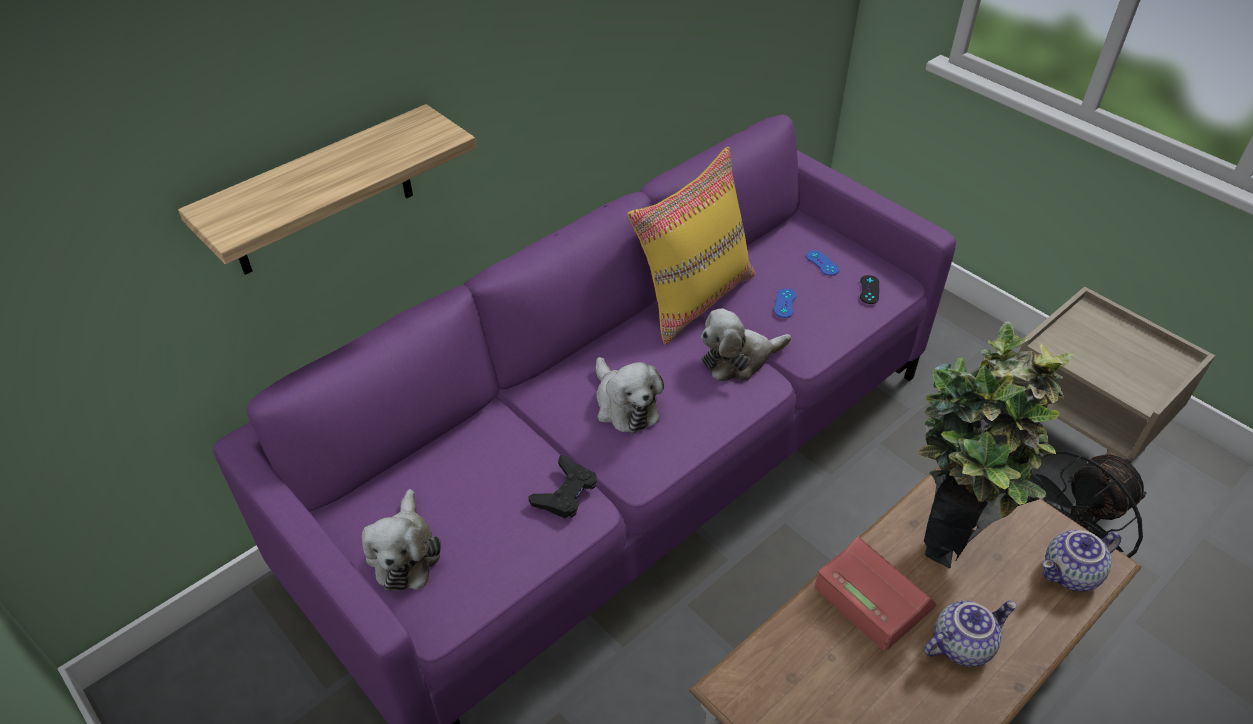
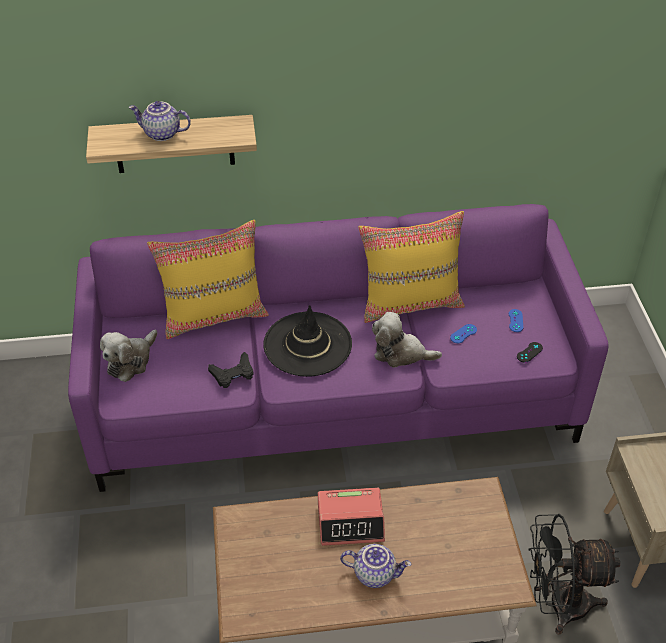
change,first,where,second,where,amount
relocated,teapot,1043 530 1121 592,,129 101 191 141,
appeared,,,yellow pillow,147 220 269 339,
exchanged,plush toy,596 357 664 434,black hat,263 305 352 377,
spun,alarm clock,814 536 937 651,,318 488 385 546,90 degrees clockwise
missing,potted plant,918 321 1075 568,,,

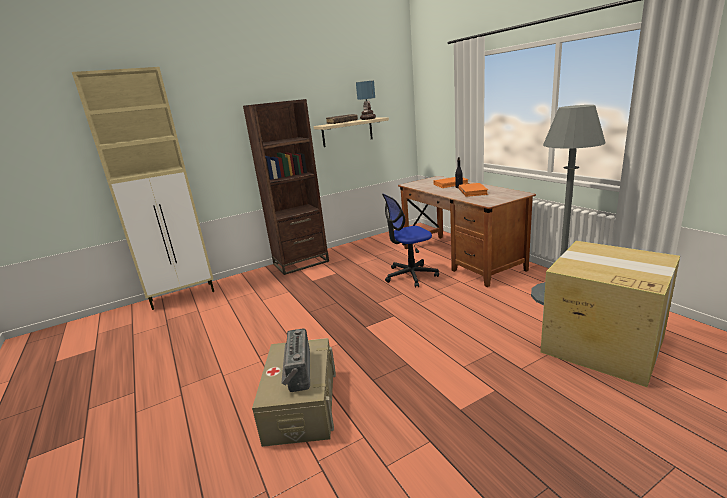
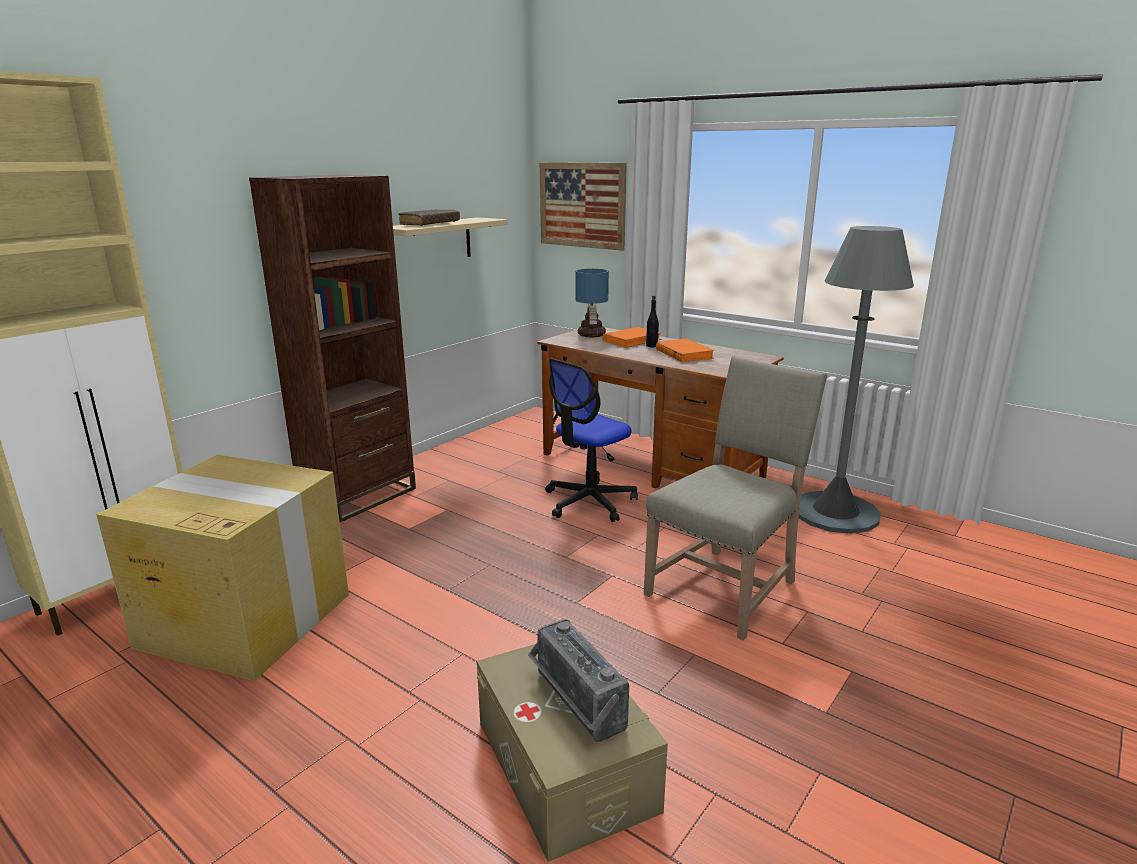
change,first,where,second,where,amount
relocated,cardboard box,541 241 680 387,,96 454 349 681,
appeared,,,picture,540 162 627 251,
relocated,table lamp,356 81 376 120,,576 268 609 337,
appeared,,,beige chair,644 356 827 640,

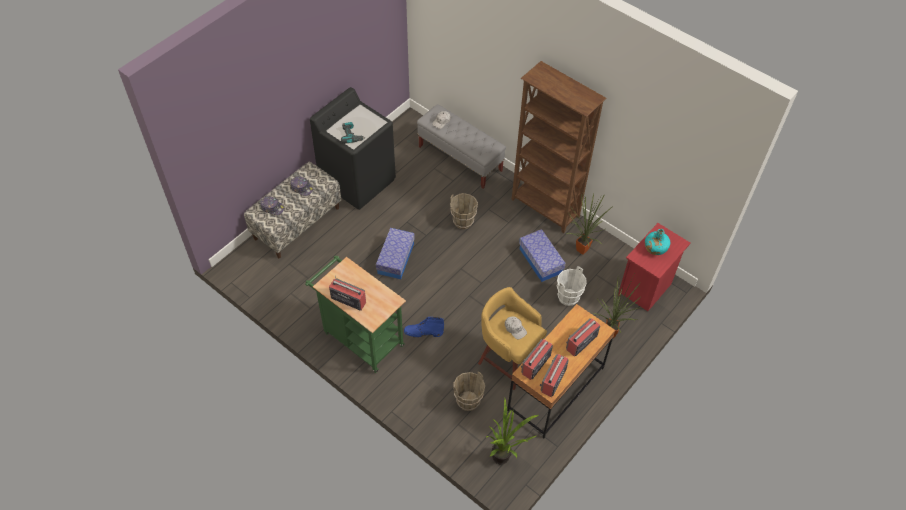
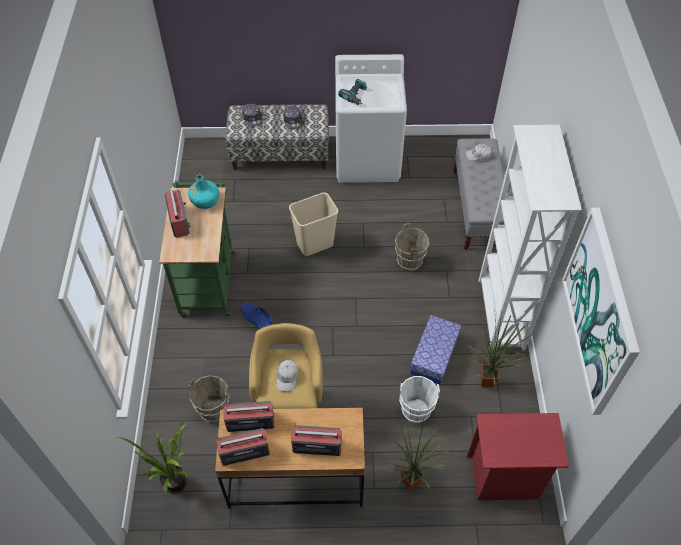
change,first,where,second,where,amount
relocated,turquoise bottle,645 229 670 255,,188 174 219 209,
exchanged,storage box,376 228 415 279,beige trash can,289 192 338 256,
colour,black washing machine,310 87 396 210,white washing machine,335 54 407 183,
colour,brown bookcase,512 61 606 233,white bookcase,479 125 582 351,
appeared,,,picture,562 208 640 415,

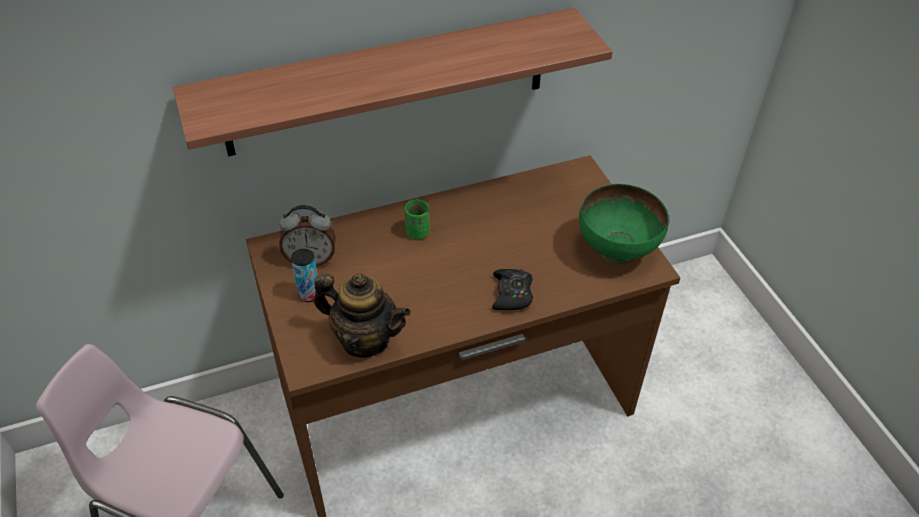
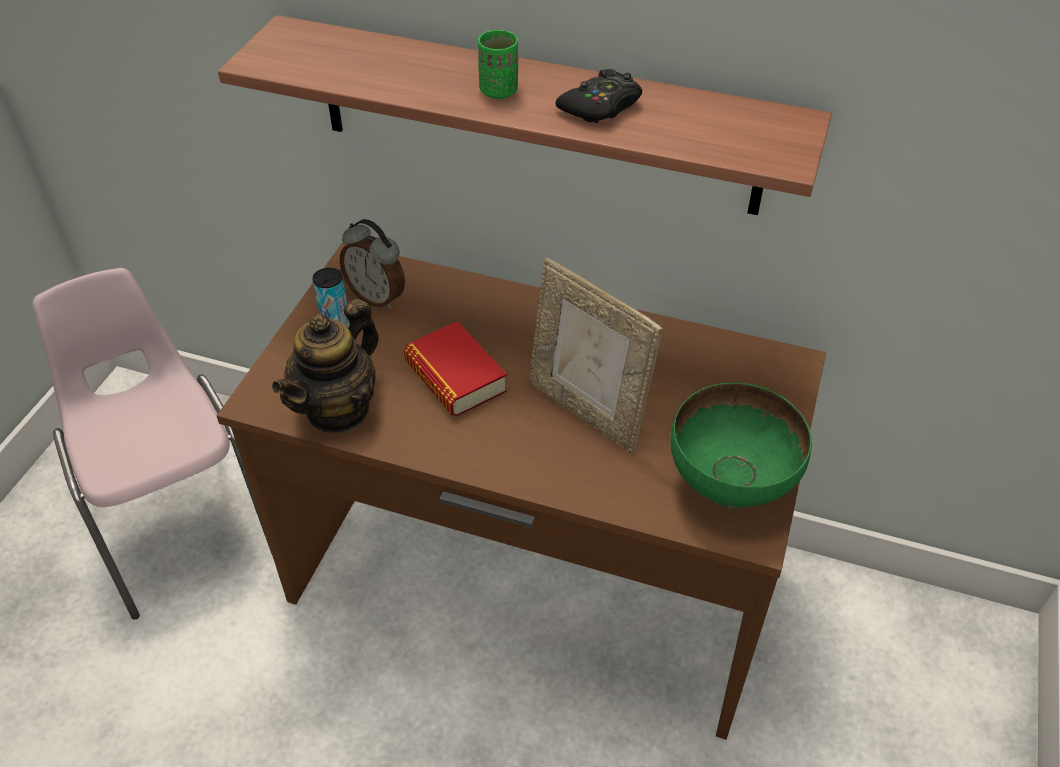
change,first,where,second,where,amount
spun,teapot,314 273 411 358,,272 299 379 434,60 degrees clockwise
appeared,,,book,404 321 507 416,
relocated,green cup,405 200 429 239,,478 30 518 99,
appeared,,,picture frame,529 257 663 453,
relocated,black game controller,492 269 533 310,,556 69 642 123,

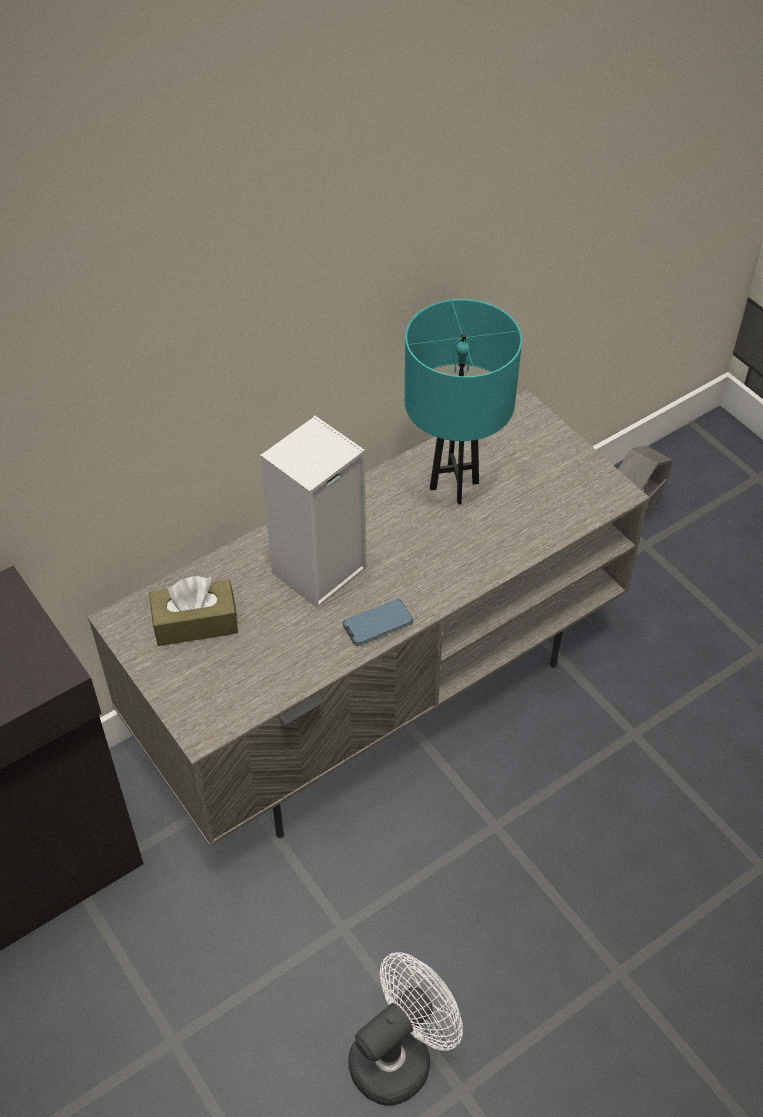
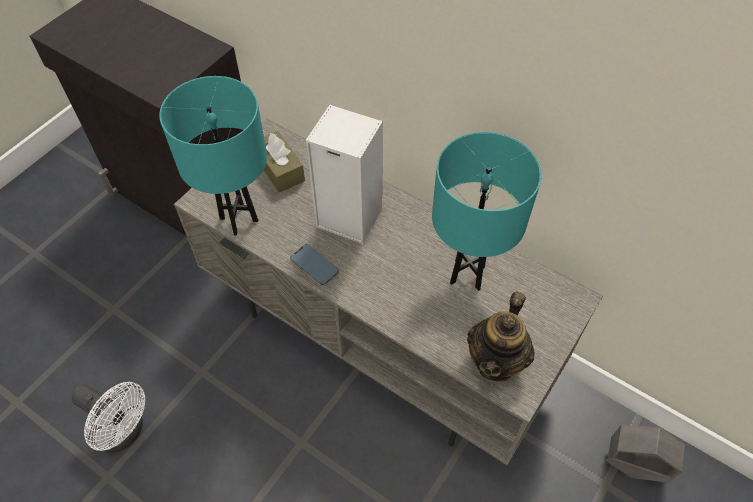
change,first,where,second,where,amount
appeared,,,turquoise table lamp,159 76 267 235,
appeared,,,teapot,467 291 535 381,

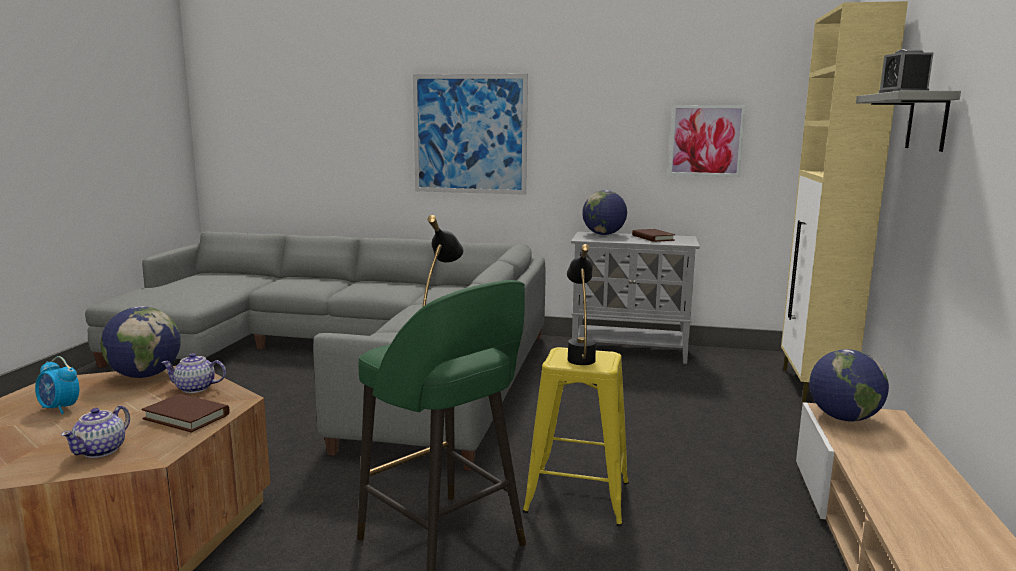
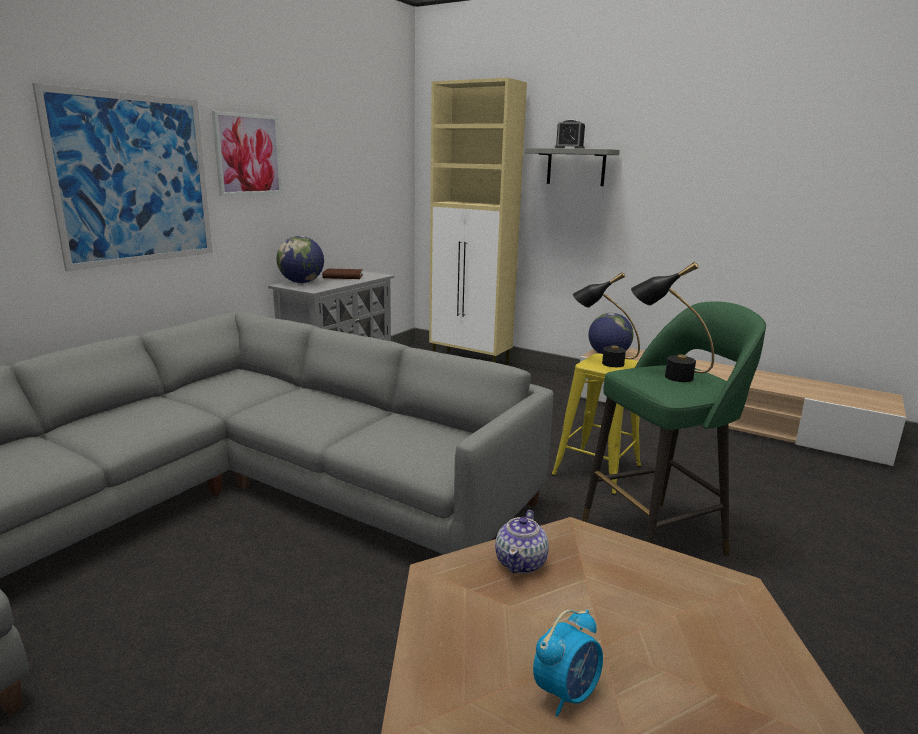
change,first,where,second,where,amount
relocated,picture,669 105 746 177,,212 111 282 196,
missing,teapot,61 405 130 458,,,
missing,globe,101 306 181 378,,,
missing,brown book,141 394 230 433,,,

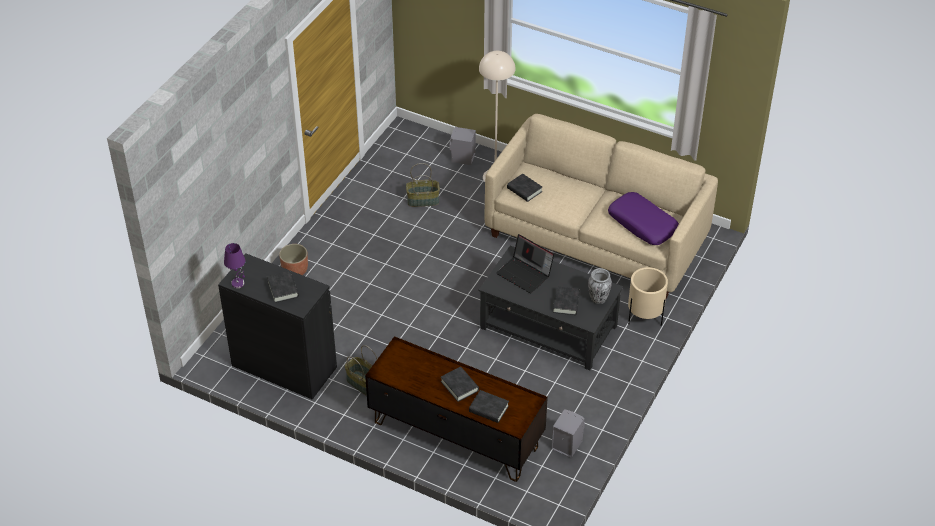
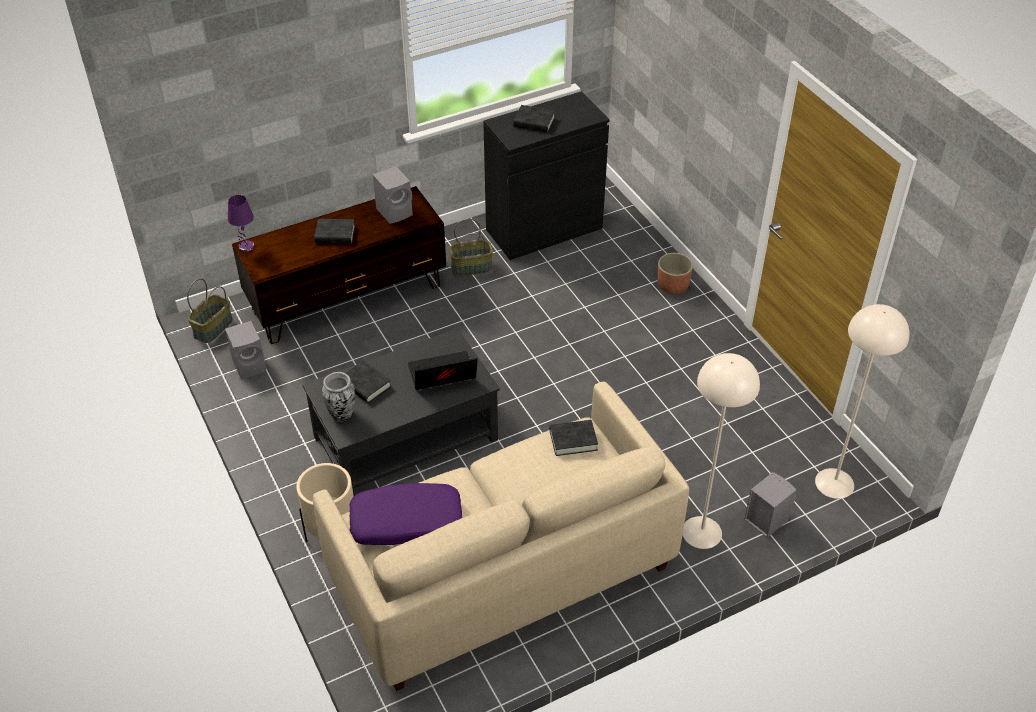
change,first,where,second,where,amount
relocated,basket,406 163 440 207,,187 278 233 343,
relocated,purple table lamp,224 243 245 288,,228 195 254 252,
appeared,,,grey speaker,373 166 413 224,
appeared,,,beige floor lamp,815 304 910 499,
missing,black book,469 390 509 423,,,

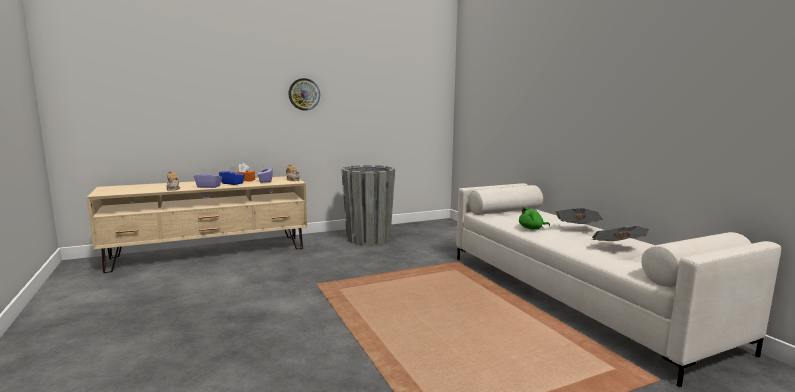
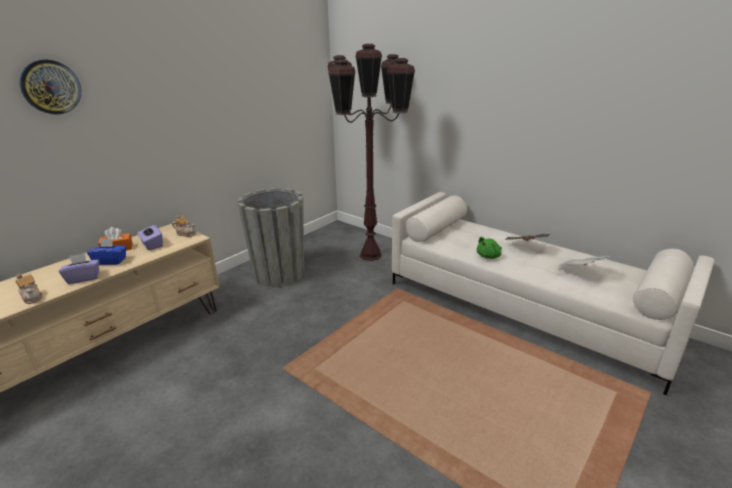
change,first,where,second,where,amount
relocated,wall clock,288 78 320 110,,20 59 81 115,
appeared,,,brown floor lamp,327 44 415 261,

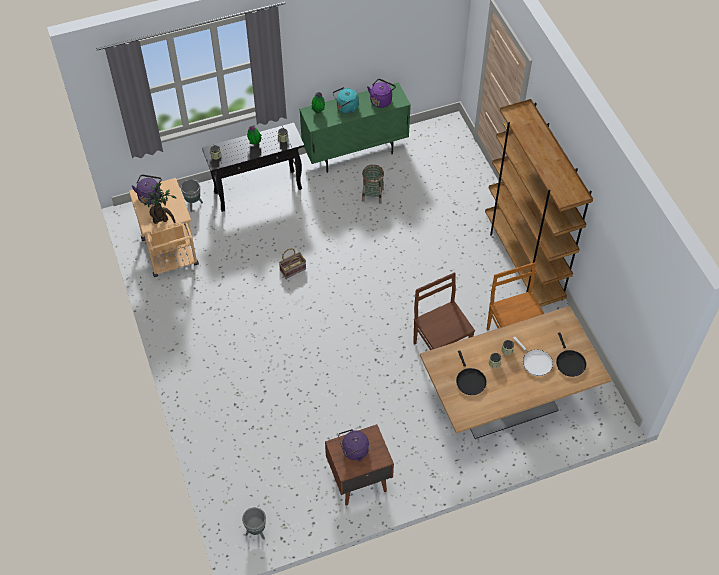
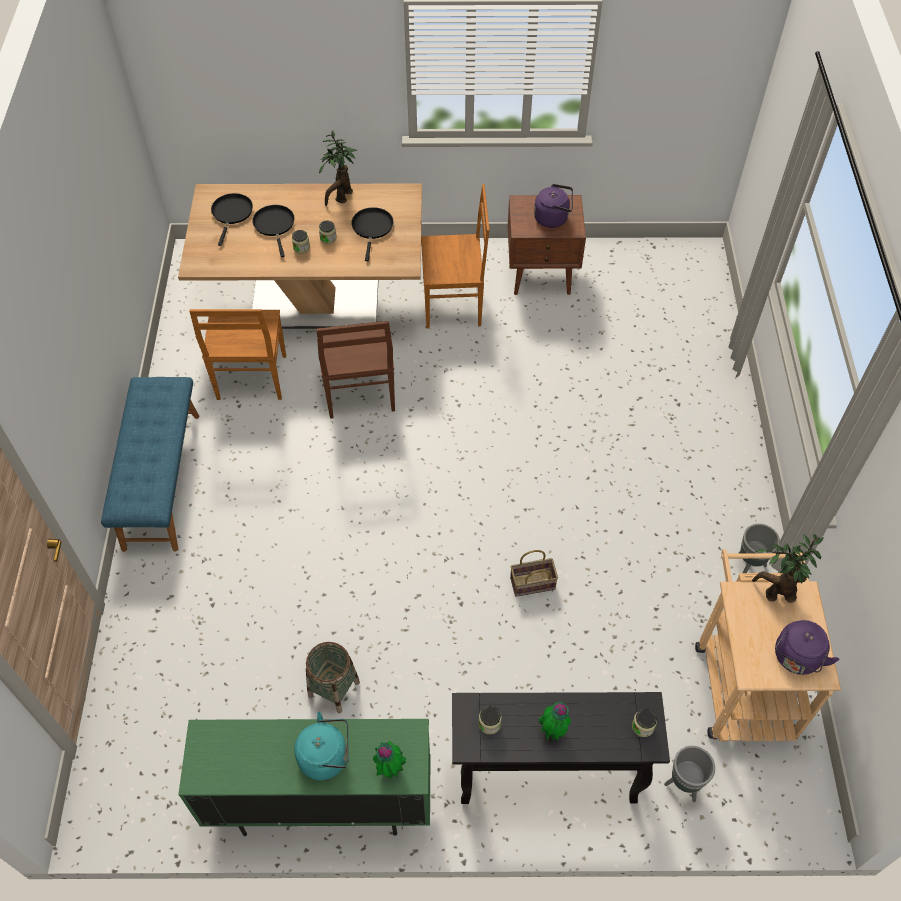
change,first,where,second,where,amount
exchanged,brown bookcase,485 99 593 307,blue bench,101 377 199 552,
colour,white frying pan,513 336 553 376,black frying pan,252 205 295 257,
appeared,,,potted plant,319 130 357 206,
appeared,,,brown chair,421 184 489 329,
relocated,grey planter,242 507 266 540,,739 524 780 573,
missing,purple kettle,367 79 396 108,,,

